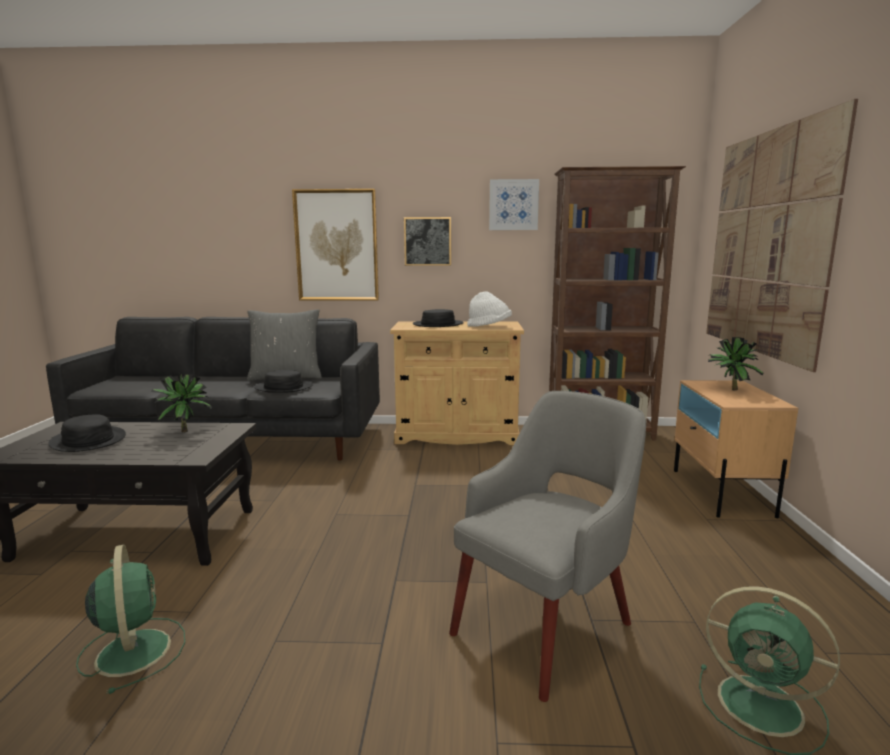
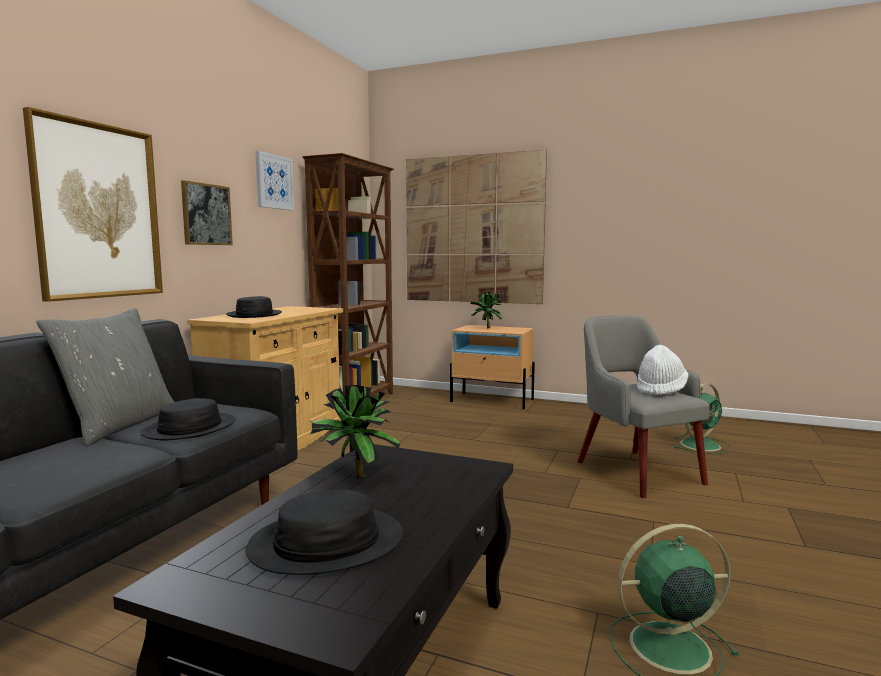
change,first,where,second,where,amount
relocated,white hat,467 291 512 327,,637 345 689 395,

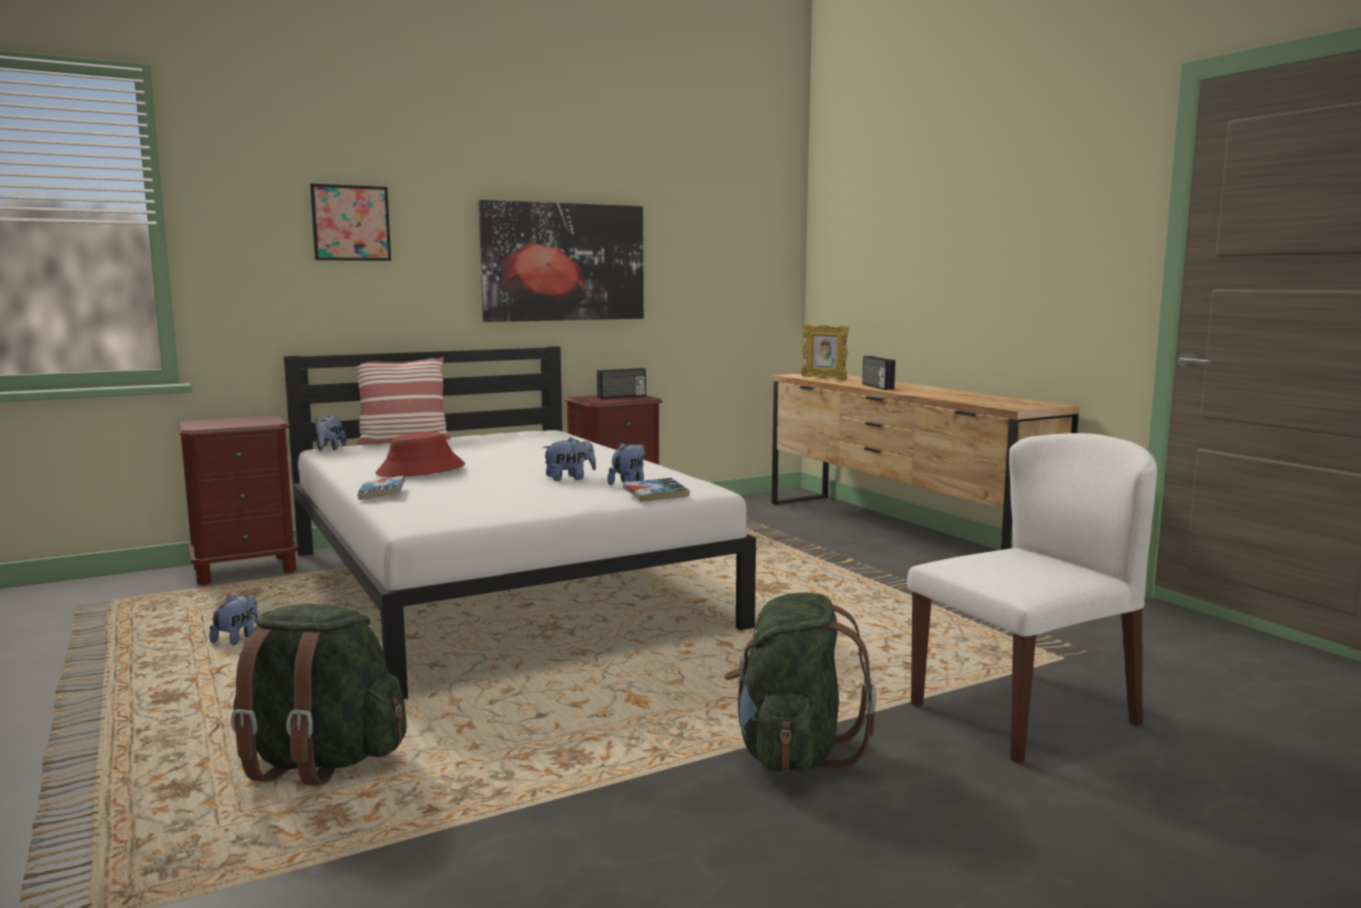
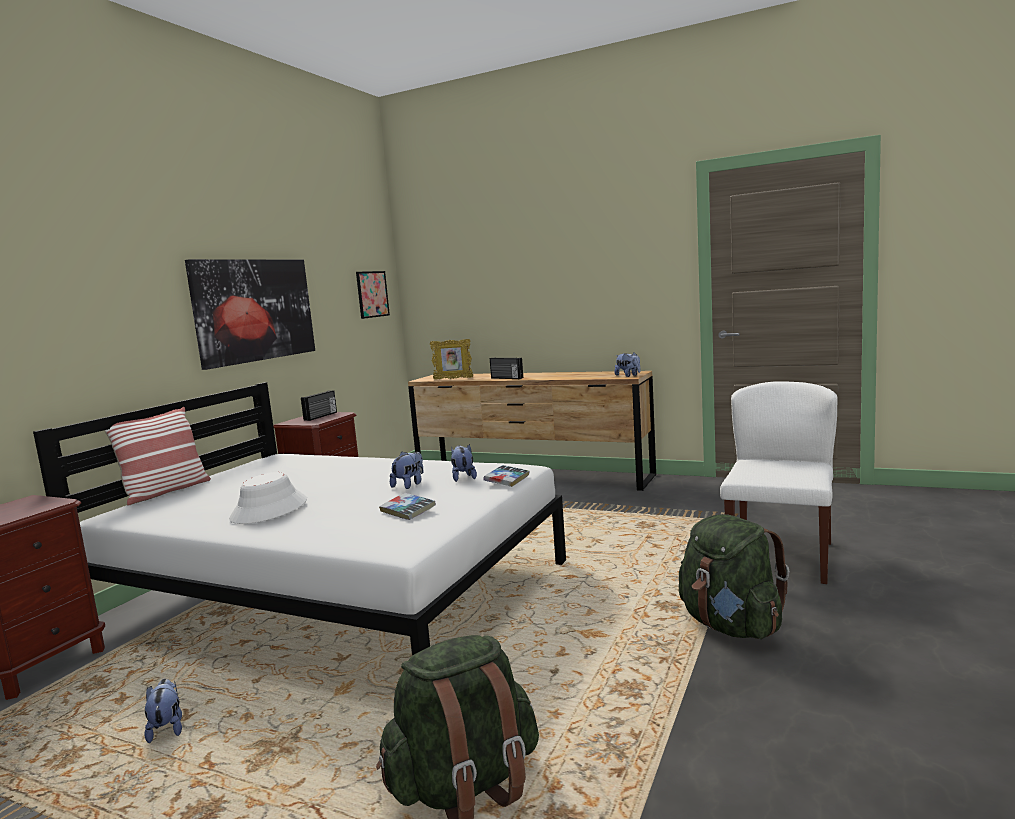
change,first,where,second,where,amount
colour,red hat,376 432 465 477,white hat,229 472 307 524,
relocated,picture,310 183 391 261,,356 271 390 319,
relocated,book,357 476 405 500,,379 493 436 520,
relocated,plush toy,316 416 347 450,,615 352 641 377,

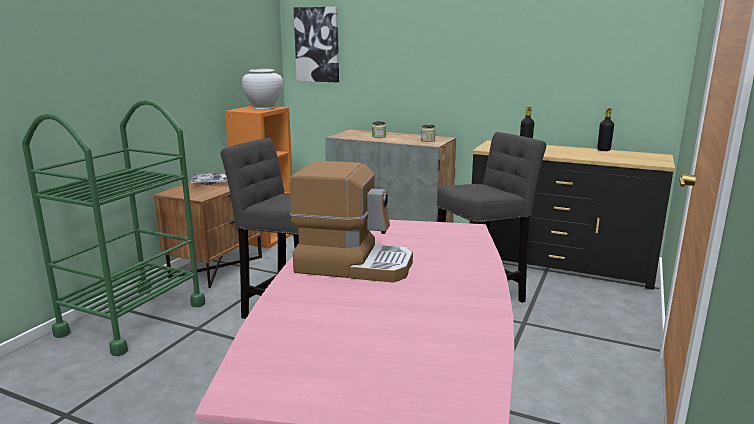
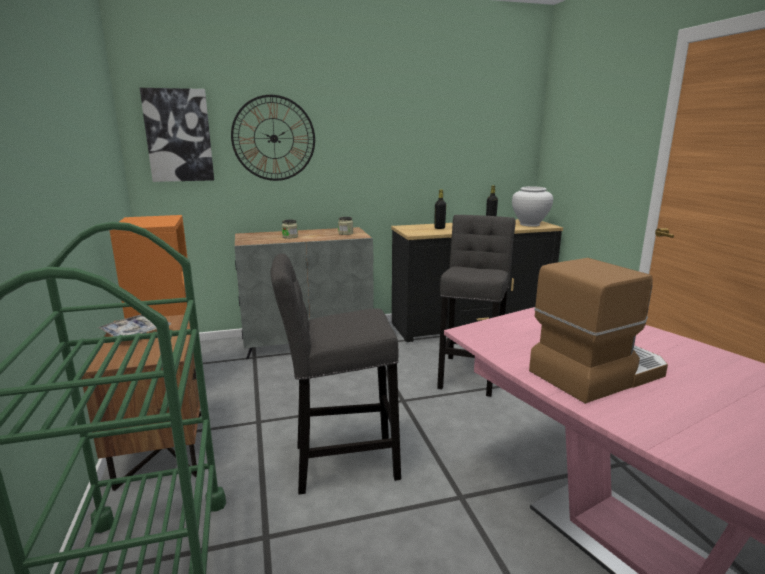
change,first,where,second,where,amount
appeared,,,wall clock,231 95 315 181,
relocated,white vase,242 69 283 110,,512 186 553 227,

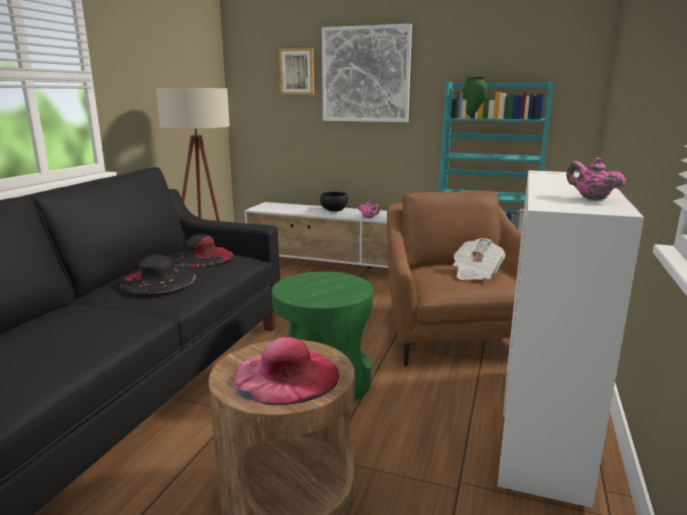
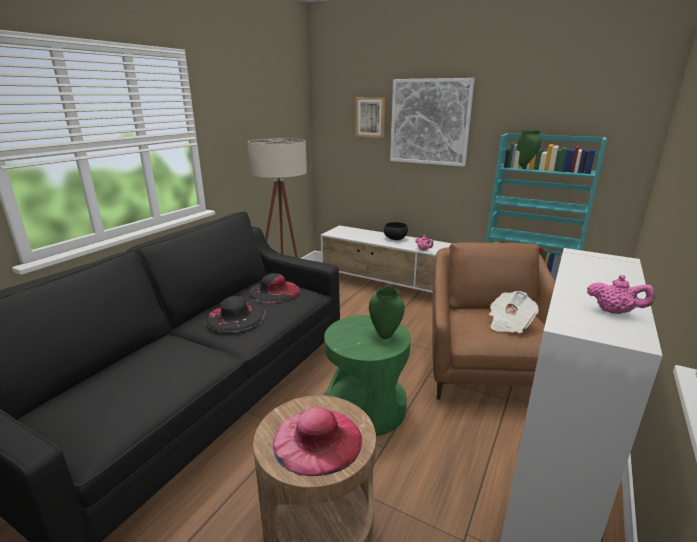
change,first,where,second,where,amount
appeared,,,green vase,369 286 405 339,
spun,pink teapot,566 157 626 200,,587 275 655 314,150 degrees clockwise

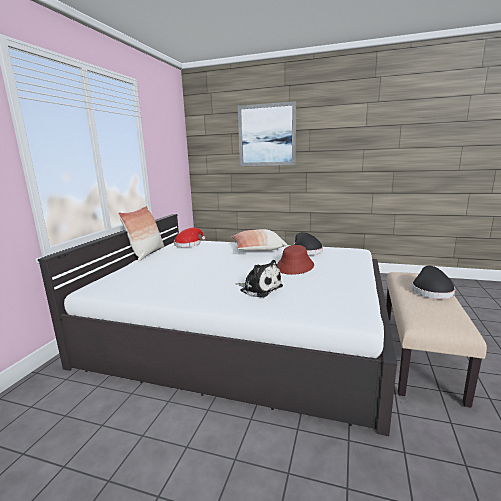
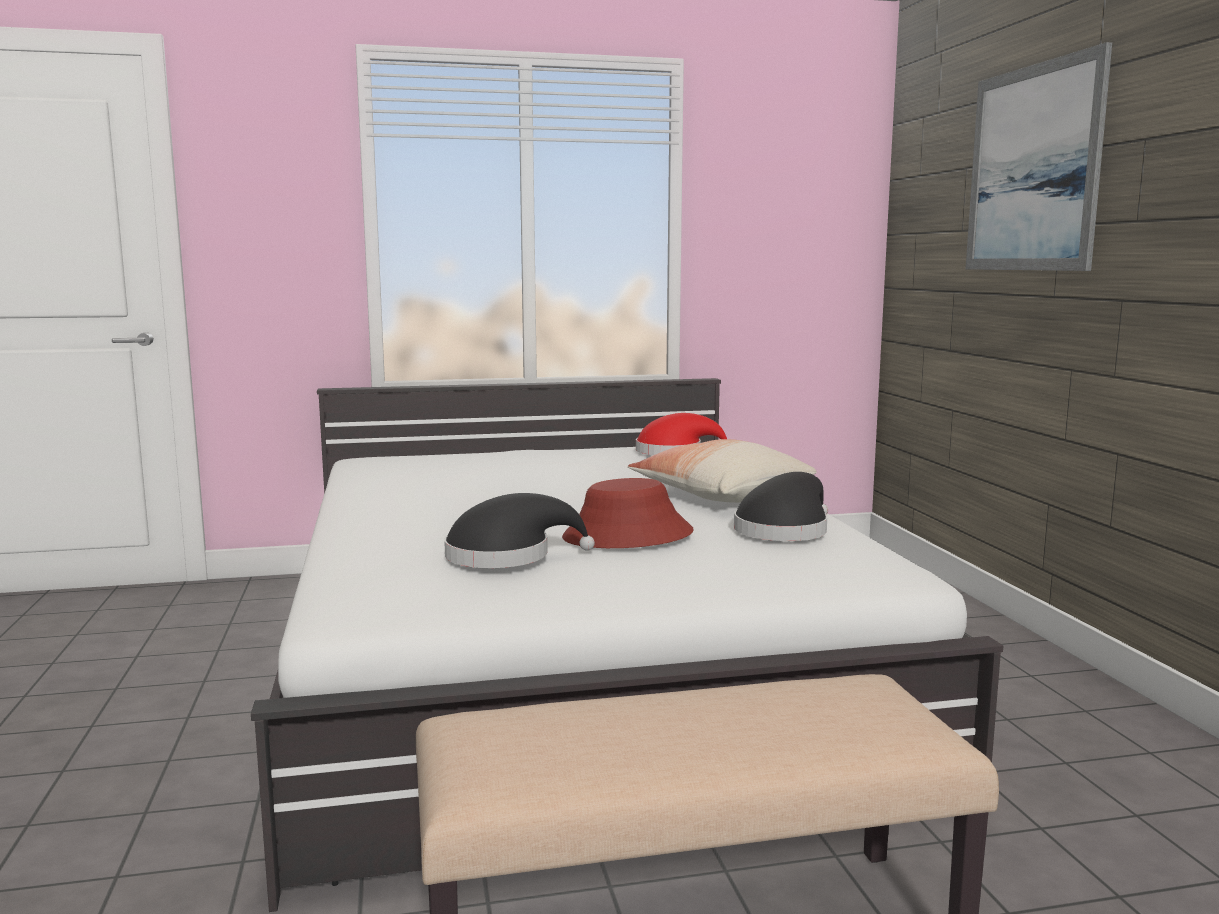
change,first,where,second,where,amount
relocated,black hat,412 265 455 299,,444 493 595 568,
missing,pillow,118 206 164 261,,,
missing,plush toy,236 260 283 297,,,

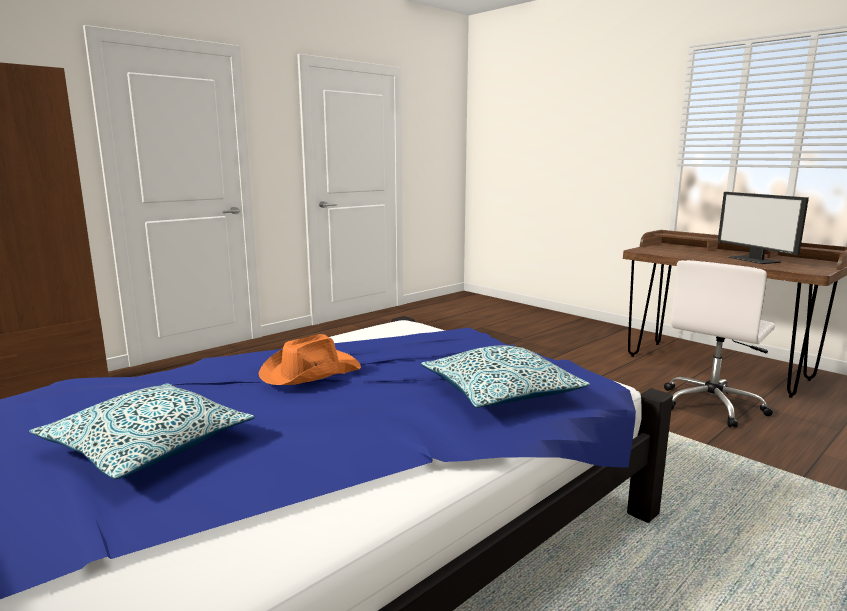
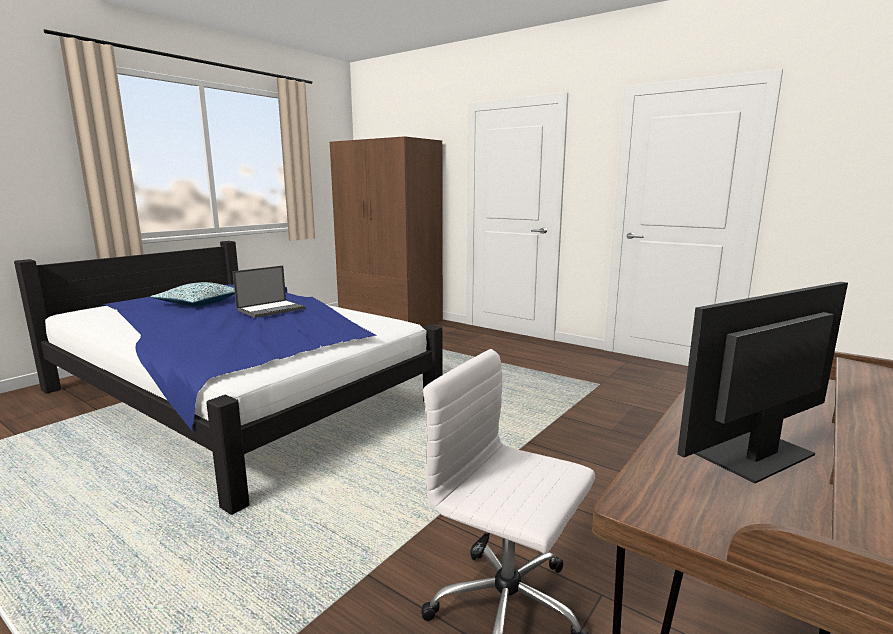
change,first,where,second,where,amount
exchanged,orange hat,258 334 361 385,laptop,233 266 306 318,
missing,pillow,421 346 590 408,,,

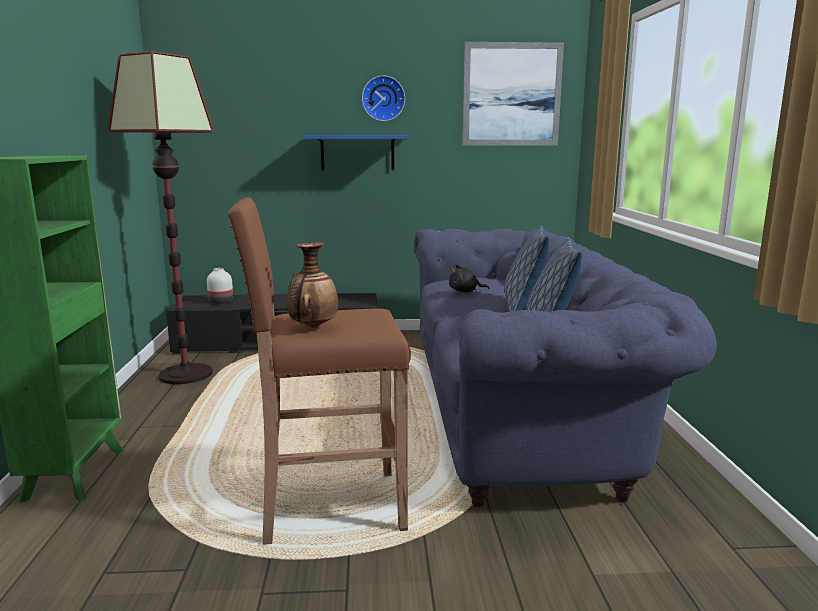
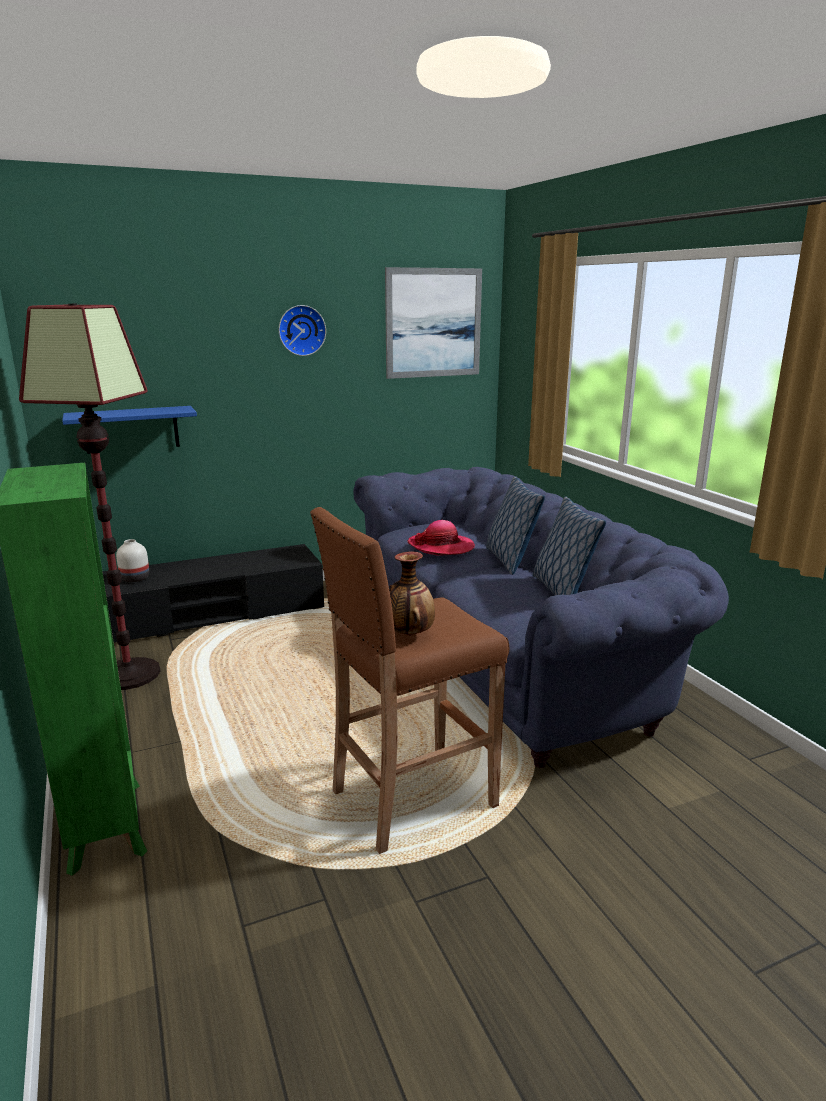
change,first,where,second,where,amount
relocated,blue shelf,304 135 409 171,,62 406 197 454,
exchanged,black plush toy,449 264 490 293,hat,407 520 475 556,

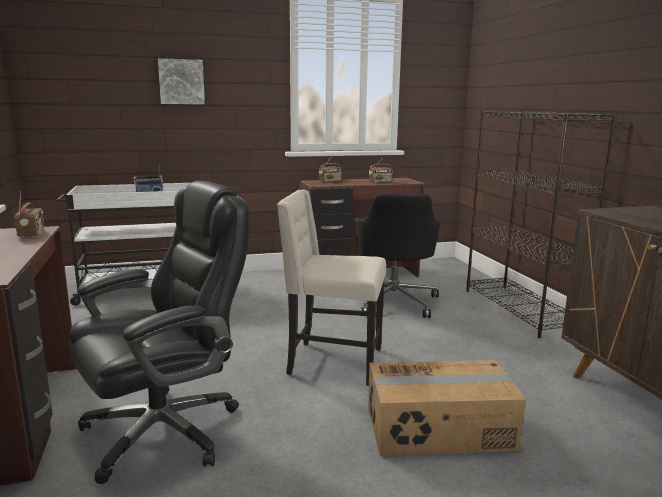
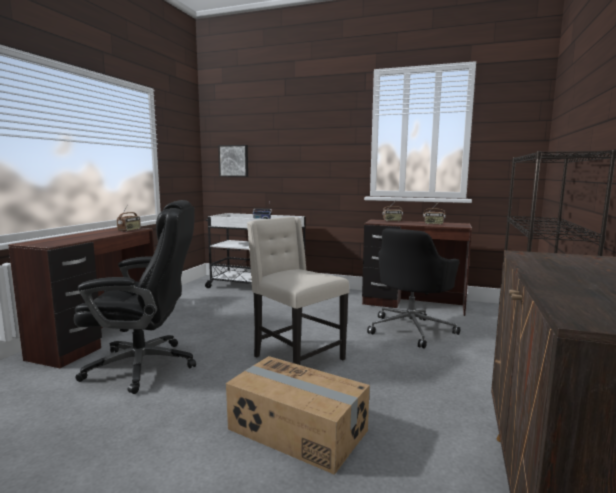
change,first,where,second,where,amount
relocated,picture,156 56 207 106,,218 145 248 177,

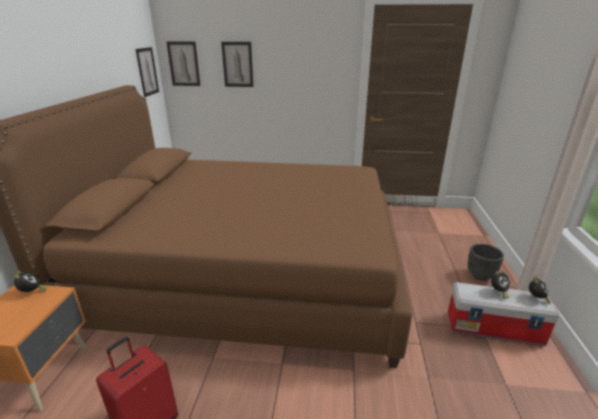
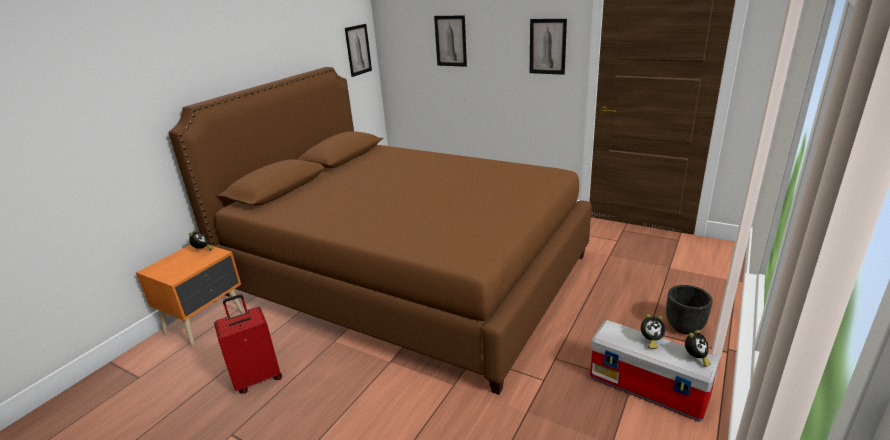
change,first,where,second,where,amount
relocated,picture,166 41 200 86,,530 19 567 75,

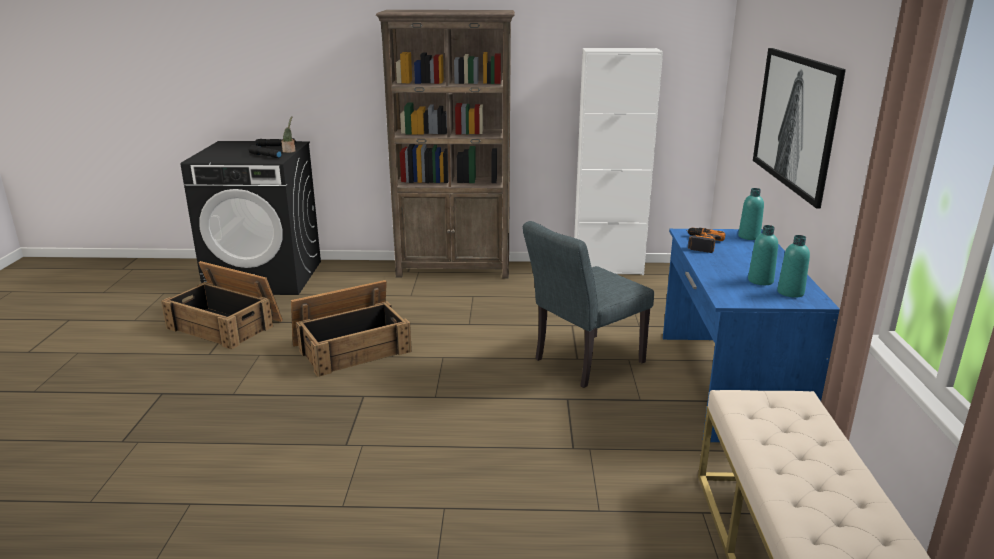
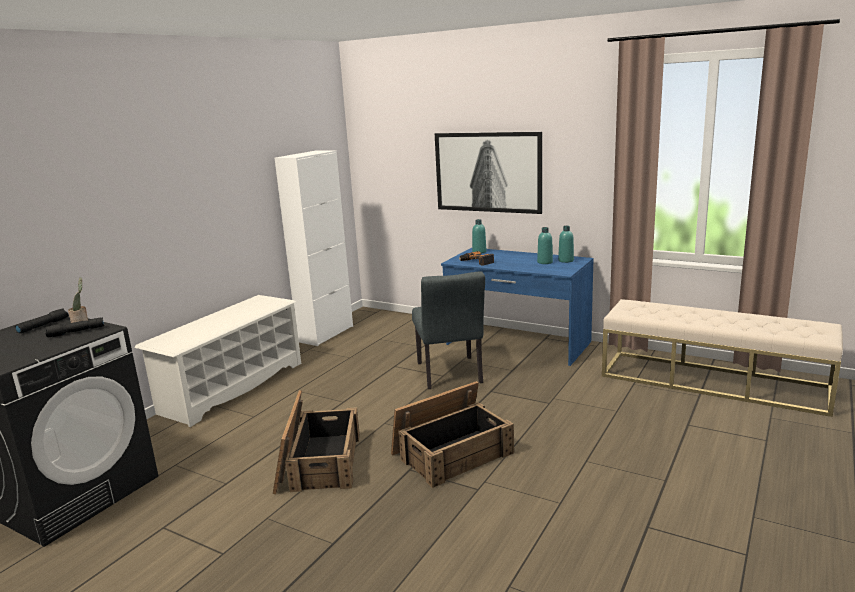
change,first,where,second,where,amount
exchanged,brown bookcase,376 10 515 279,white shoe rack,134 295 301 427,
relocated,crate,161 261 283 350,,391 381 514 488,

